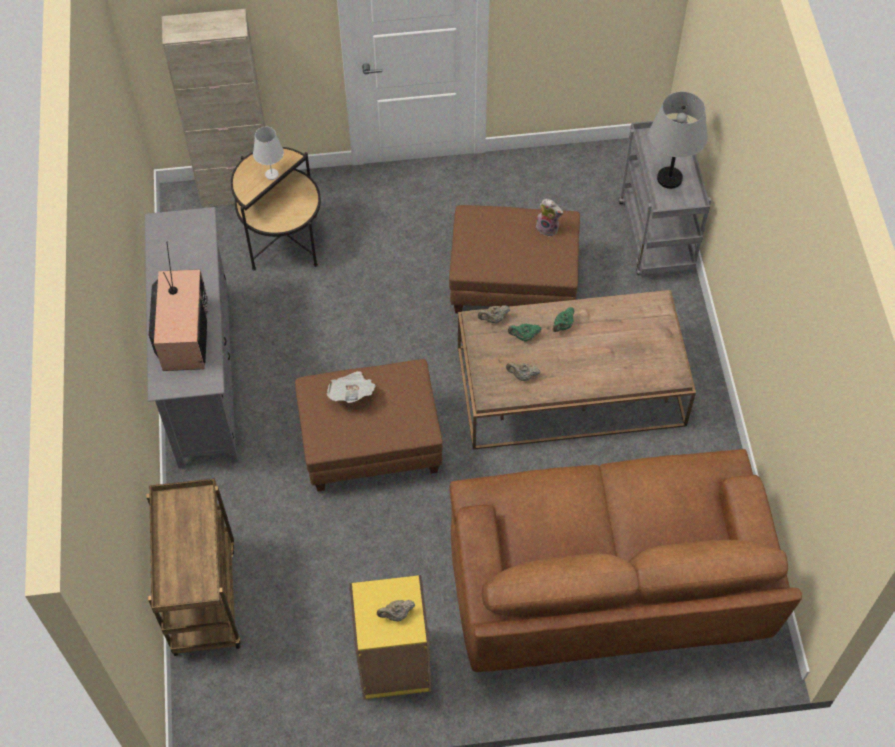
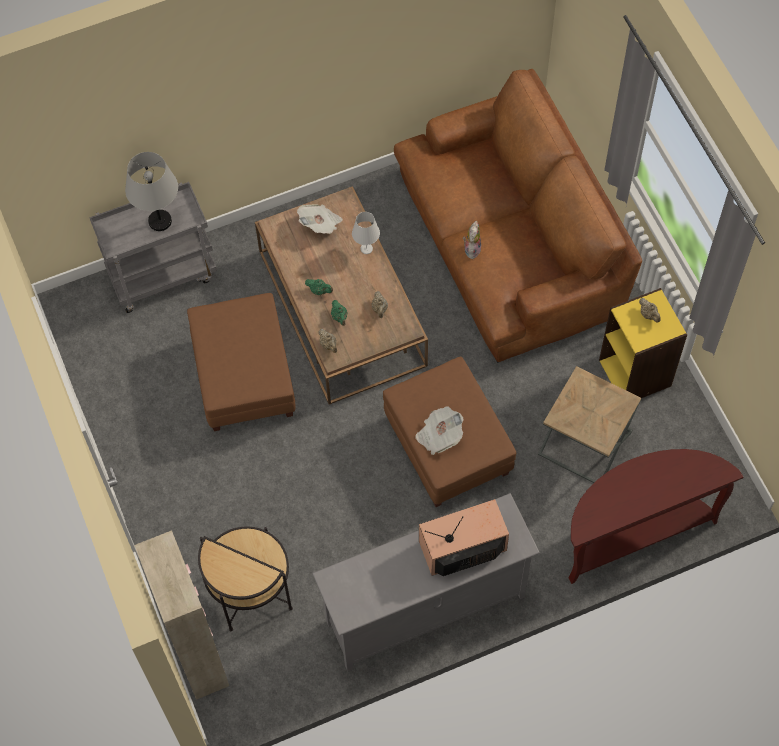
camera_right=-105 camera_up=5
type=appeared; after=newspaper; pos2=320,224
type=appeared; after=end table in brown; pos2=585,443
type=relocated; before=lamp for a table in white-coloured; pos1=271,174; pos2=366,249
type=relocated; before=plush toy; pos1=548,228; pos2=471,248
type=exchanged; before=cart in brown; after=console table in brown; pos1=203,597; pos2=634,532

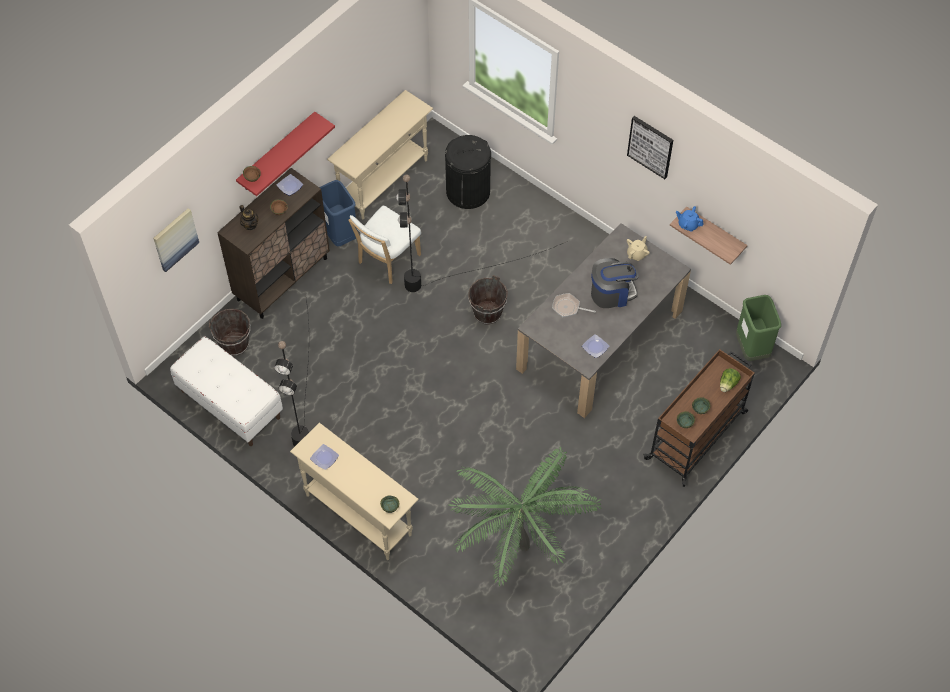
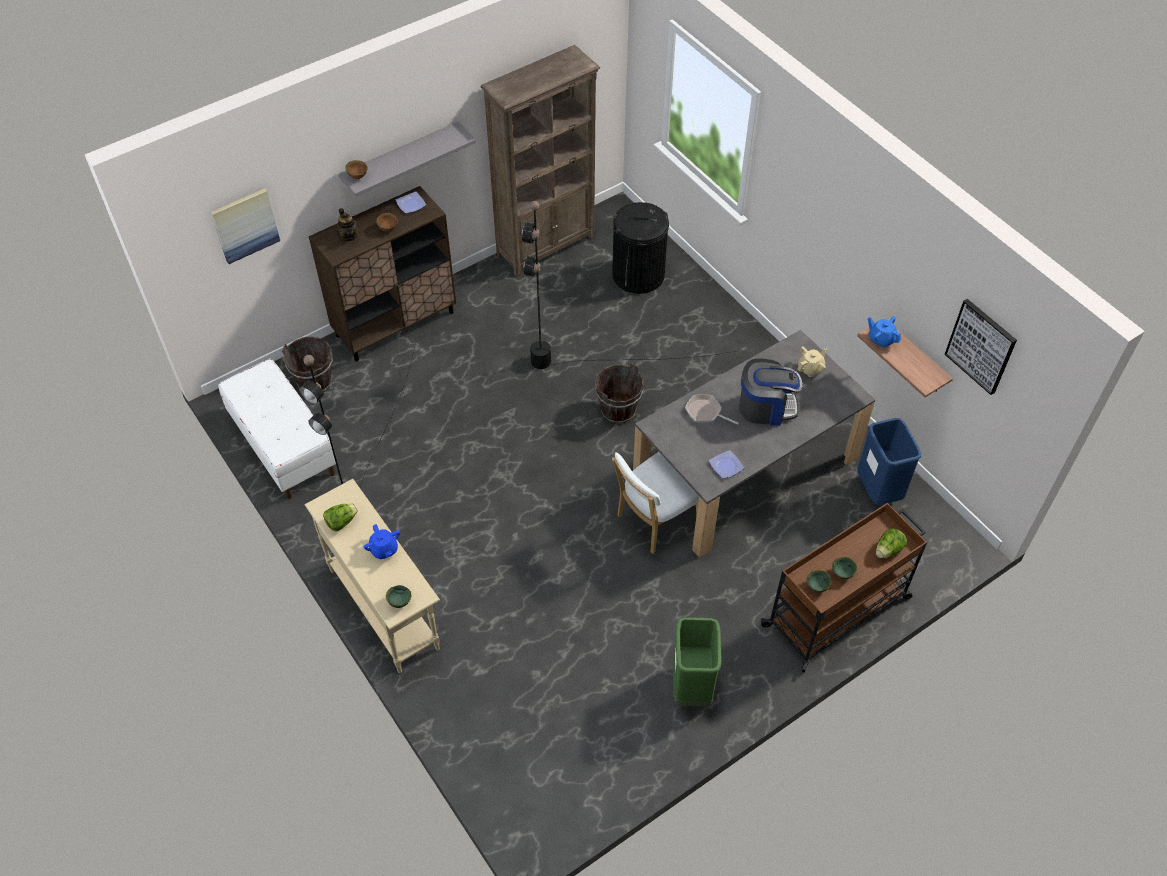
camera_right=15 camera_up=-5
type=missing; before=houseplant; pos1=518,560
type=appeared; after=pot for tea in blue; pos2=384,550
type=relocated; before=rubbish bin in blue; pos1=340,235; pos2=878,490
type=relocated; before=plain chair in white-coloured; pos1=387,260; pos2=655,521
type=relocated; before=wall art; pos1=650,146; pos2=981,346
type=relocated; before=rubbish bin in green-coloured; pos1=751,349; pos2=692,687
type=exchanged; before=flat dish; after=lettuce head; pos1=324,458; pos2=341,522
type=exchanged; before=console table in beige-coloured; after=bookcase in brown; pos1=384,181; pos2=546,246
type=colour; before=bracket shelf in red; after=bracket shelf in gray; pos1=277,152; pos2=400,158

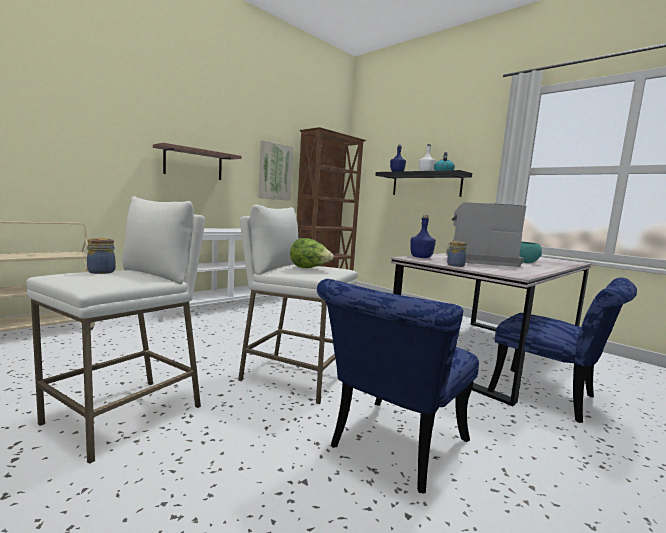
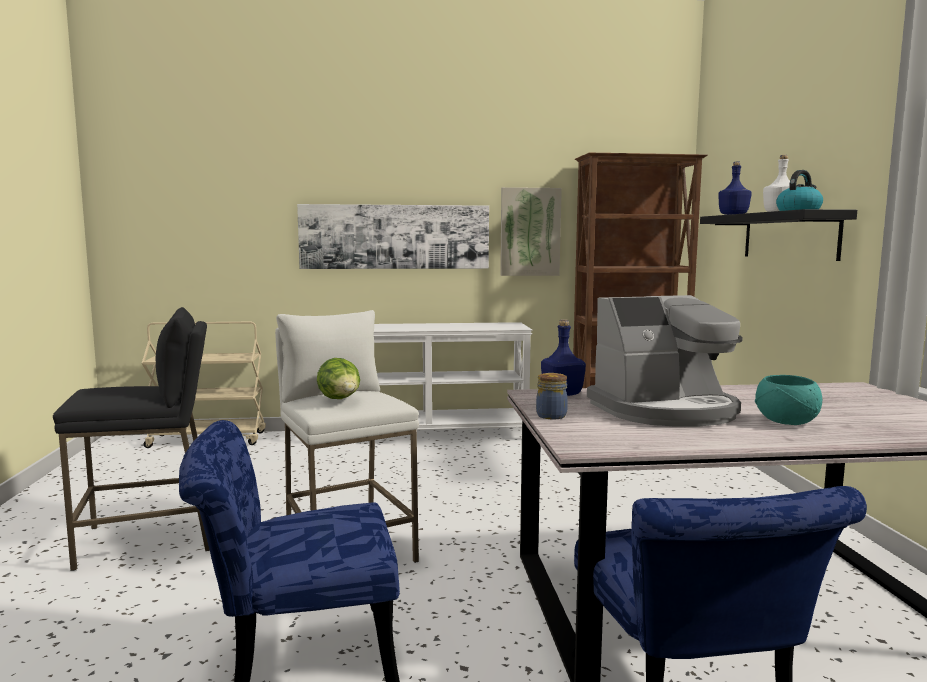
camera_right=40 camera_up=0
type=missing; before=jar; pos1=100,271
type=exchanged; before=bracket shelf; after=wall art; pos1=193,164; pos2=395,237
type=colour; before=stool seat in white-coloured; after=stool seat in black-coloured; pos1=126,415; pos2=149,539
type=spun; before=coffee brewer; pos1=479,261; pos2=665,410; turn=120

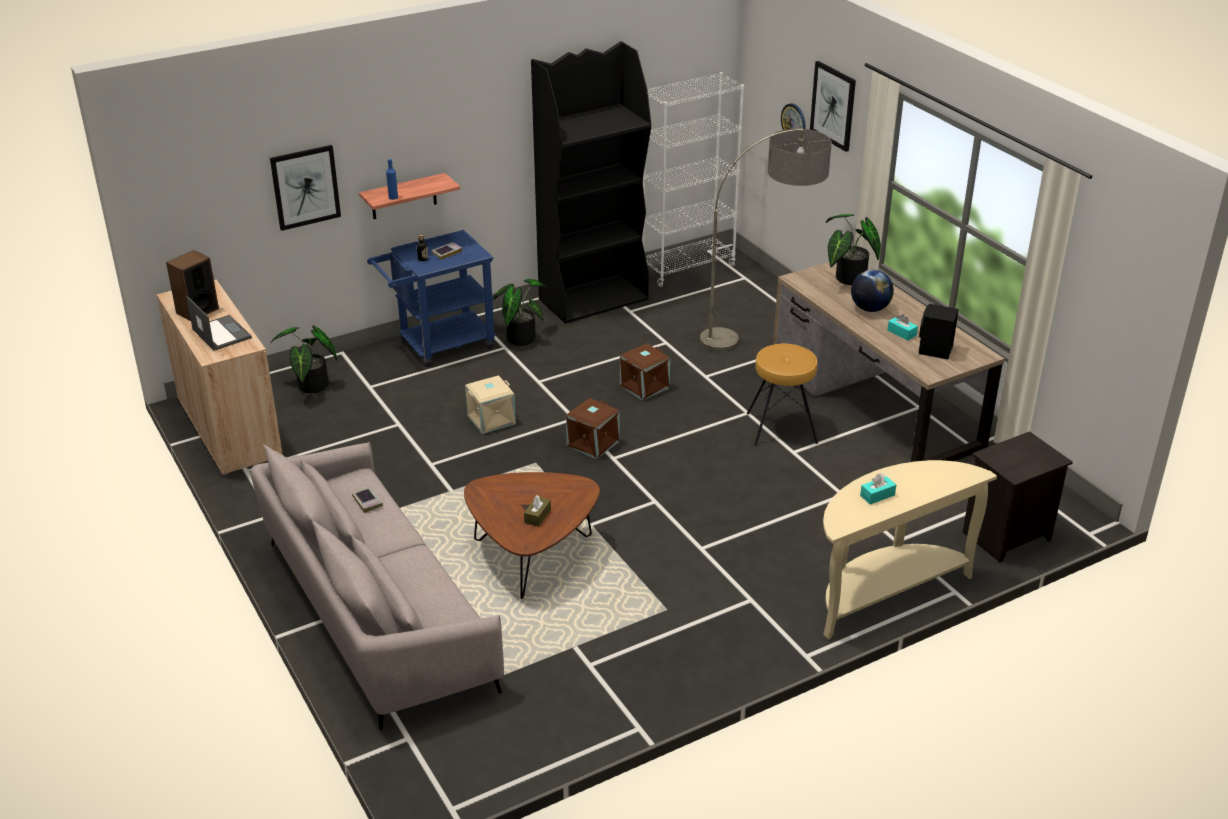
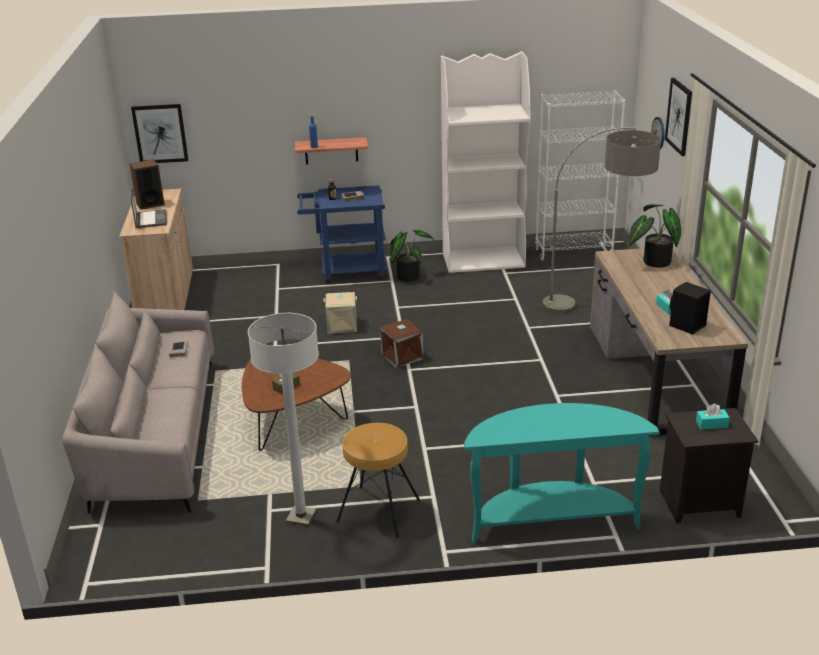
camera_right=25 camera_up=-5
type=missing; before=houseplant; pos1=310,387
type=missing; before=storage bin in brown; pos1=644,387
type=missing; before=desk globe; pos1=870,309
type=appeared; after=standing lamp in white-coloured; pos2=301,517
type=relocated; before=wall art; pos1=305,187; pos2=160,133
type=relocated; before=stool seat in brown; pos1=781,427; pos2=378,510
type=relocated; before=tissue holder in turquoise; pos1=877,495; pos2=711,424
type=colour; before=bookcase in black-coloured; after=bookcase in white-coloured; pos1=594,299; pos2=484,260
type=colour; before=console table in beige-coloured; after=console table in turquoise; pos1=885,592; pos2=551,520

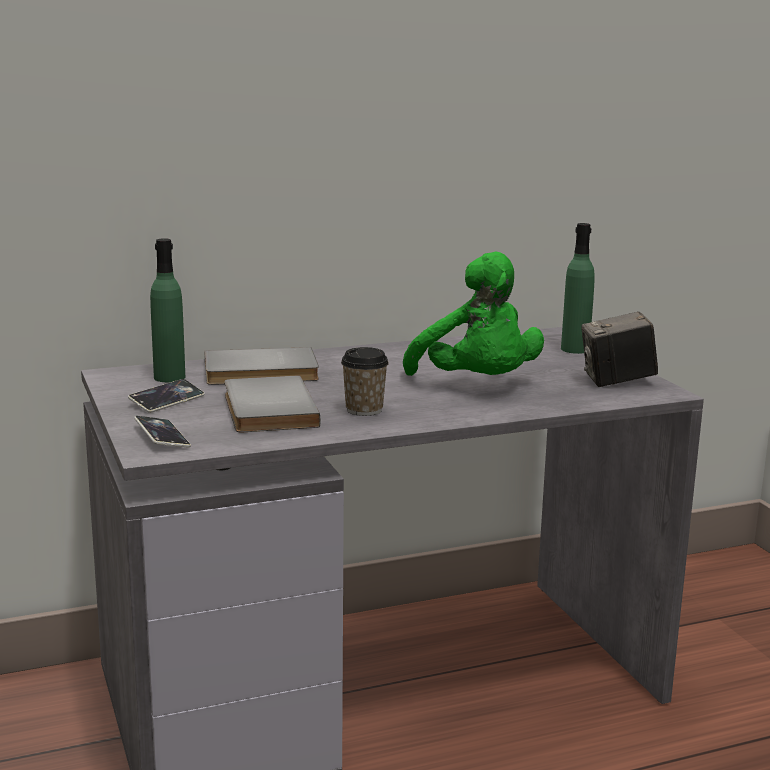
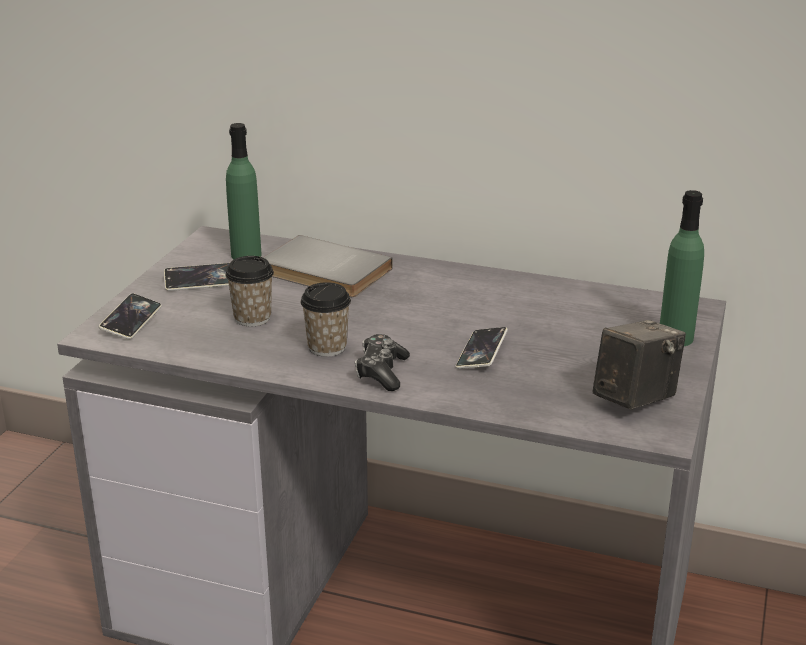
camera_right=40 camera_up=10
type=appeared; after=joypad; pos2=381,372
type=exchanged; before=book in gray; after=drinking cup; pos1=265,409; pos2=252,318
type=exchanged; before=plush toy in green-coloured; after=phone; pos1=477,385; pos2=481,353
type=spun; before=still camera; pos1=617,381; pos2=635,399; turn=105

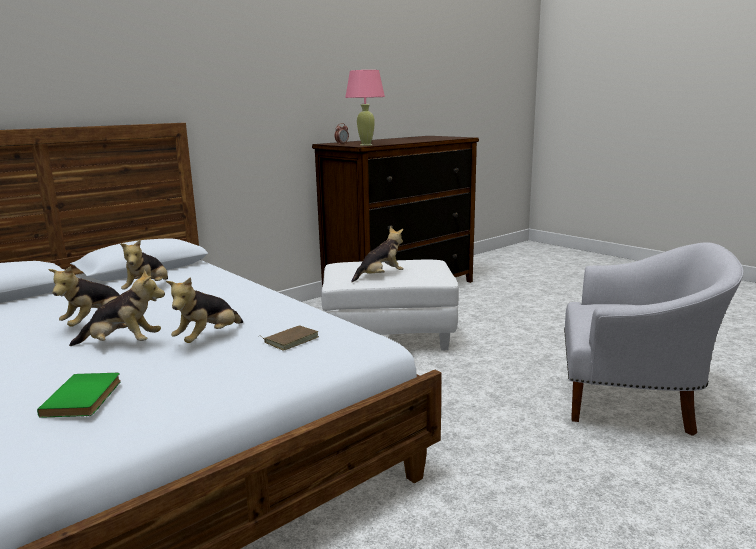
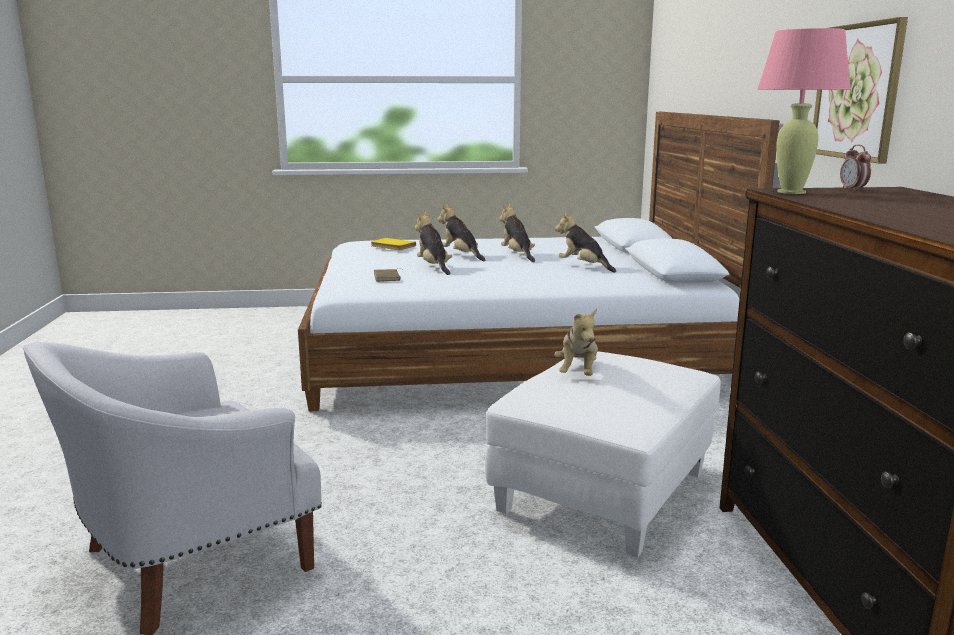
camera_right=125 camera_up=0
type=appeared; after=wall art; pos2=857,92
type=colour; before=book in green-coloured; after=book in yellow-coloured; pos1=85,397; pos2=392,246
type=spun; before=plush toy; pos1=122,344; pos2=461,255; turn=105

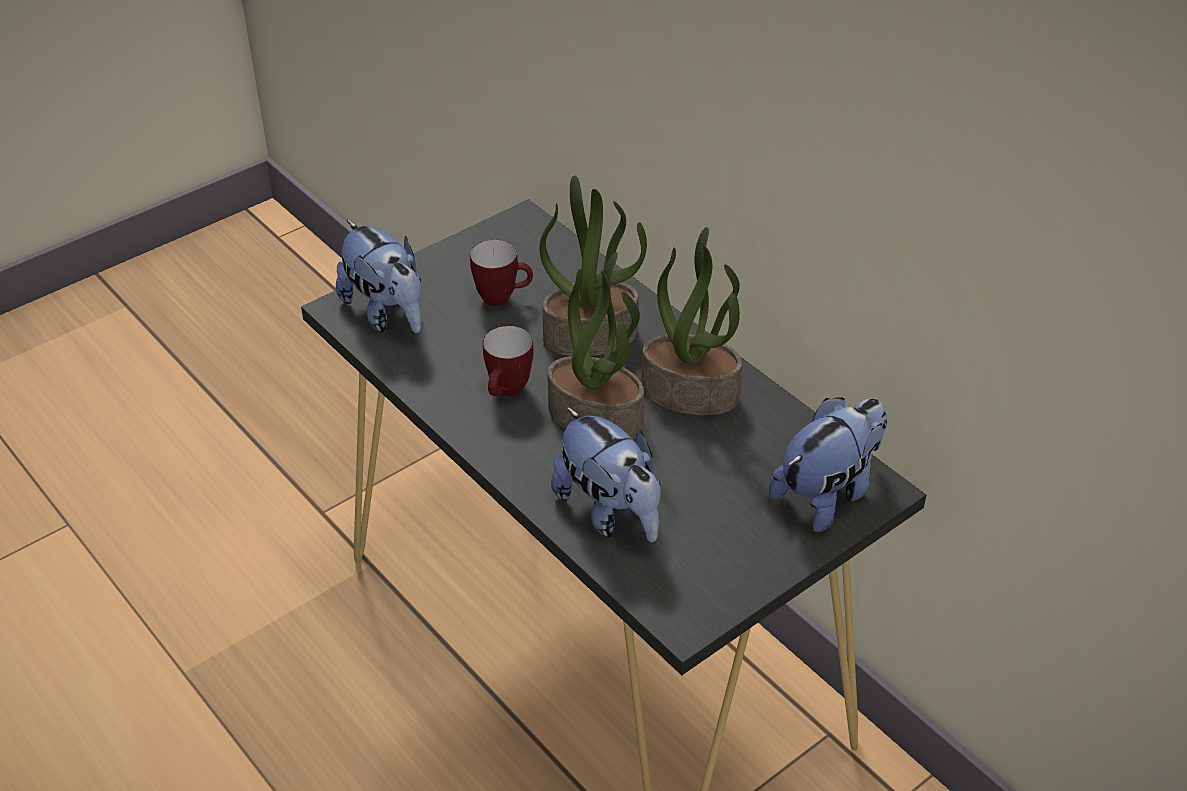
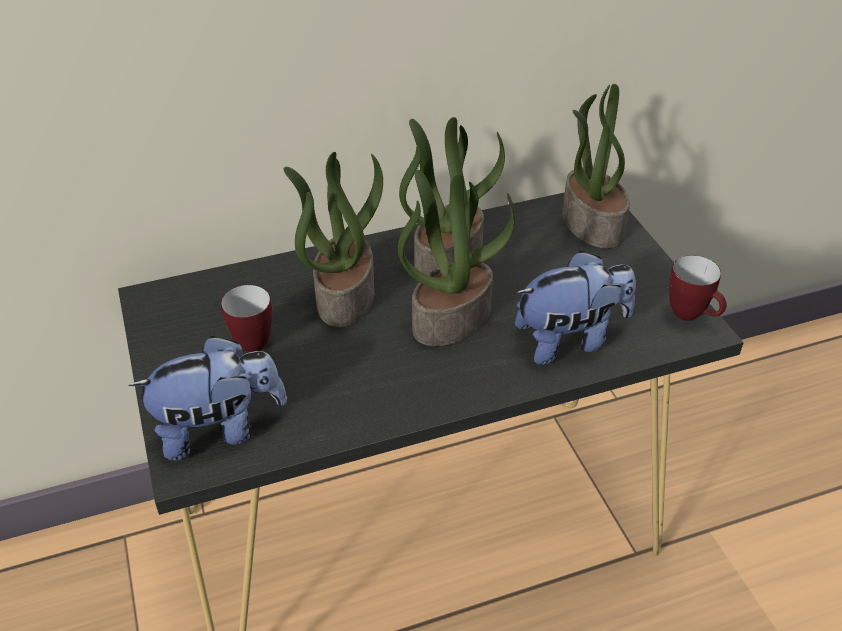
camera_right=-70 camera_up=0
type=relocated; before=mug; pos1=507,393; pos2=692,316
type=exchanged; before=plush toy; after=houseplant; pos1=828,493; pos2=590,224

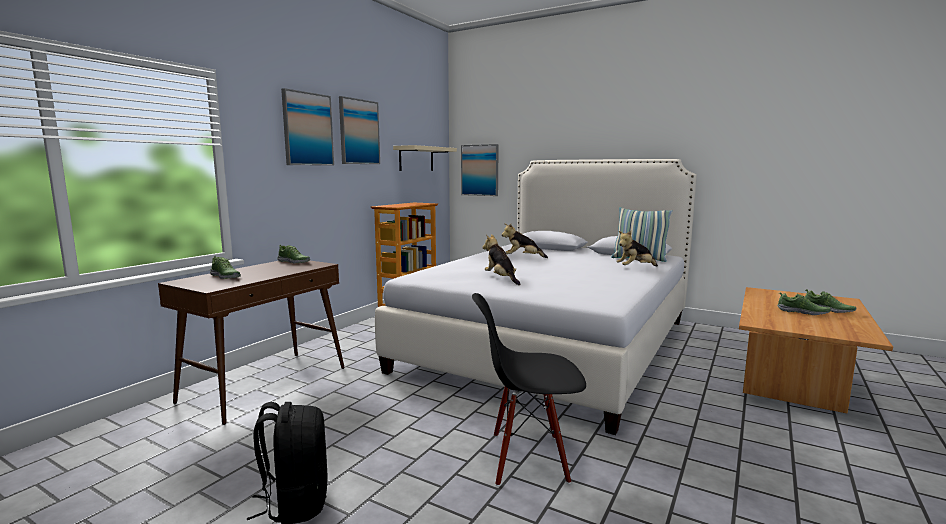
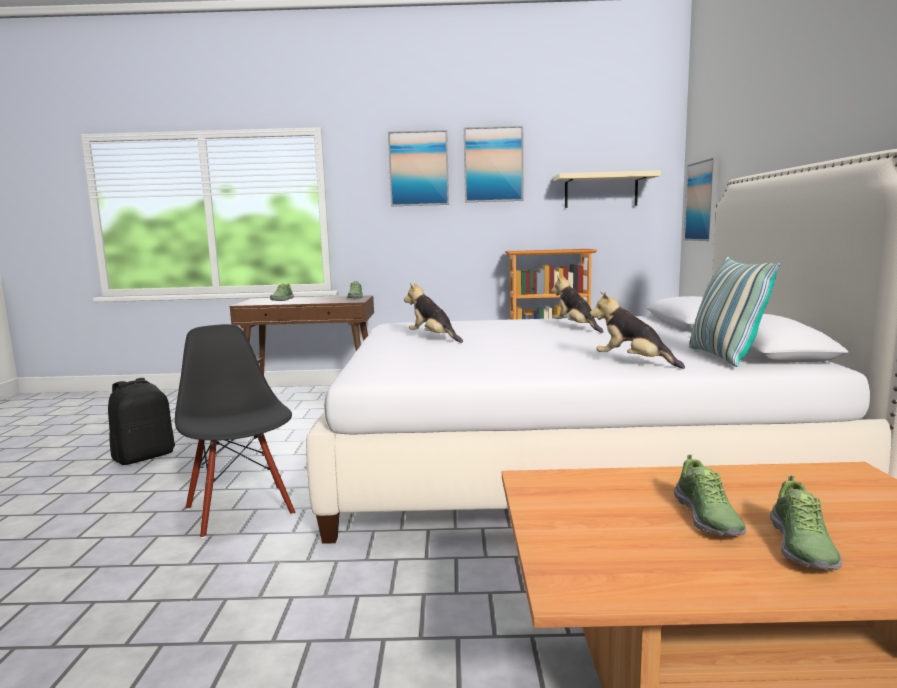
camera_right=60 camera_up=0
type=spun; before=plush toy; pos1=501,279; pos2=433,338; turn=-75

